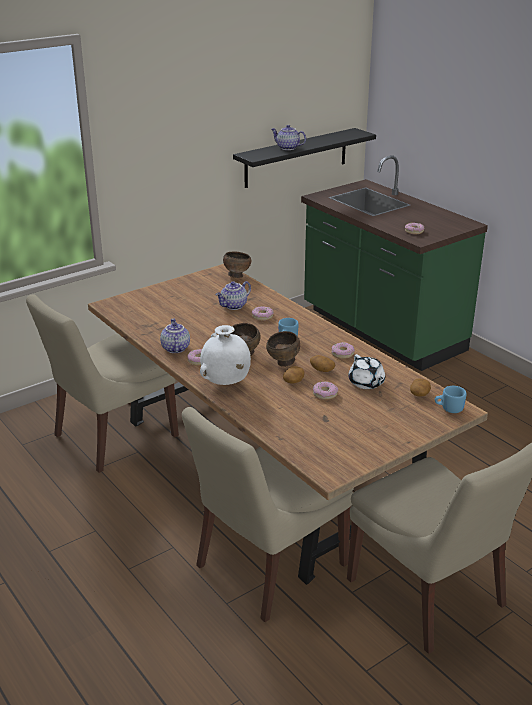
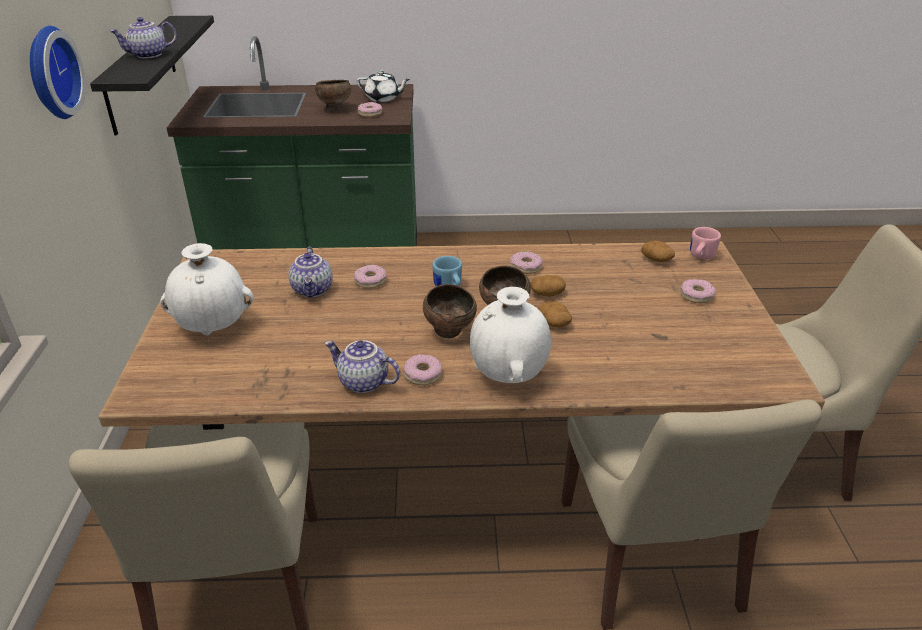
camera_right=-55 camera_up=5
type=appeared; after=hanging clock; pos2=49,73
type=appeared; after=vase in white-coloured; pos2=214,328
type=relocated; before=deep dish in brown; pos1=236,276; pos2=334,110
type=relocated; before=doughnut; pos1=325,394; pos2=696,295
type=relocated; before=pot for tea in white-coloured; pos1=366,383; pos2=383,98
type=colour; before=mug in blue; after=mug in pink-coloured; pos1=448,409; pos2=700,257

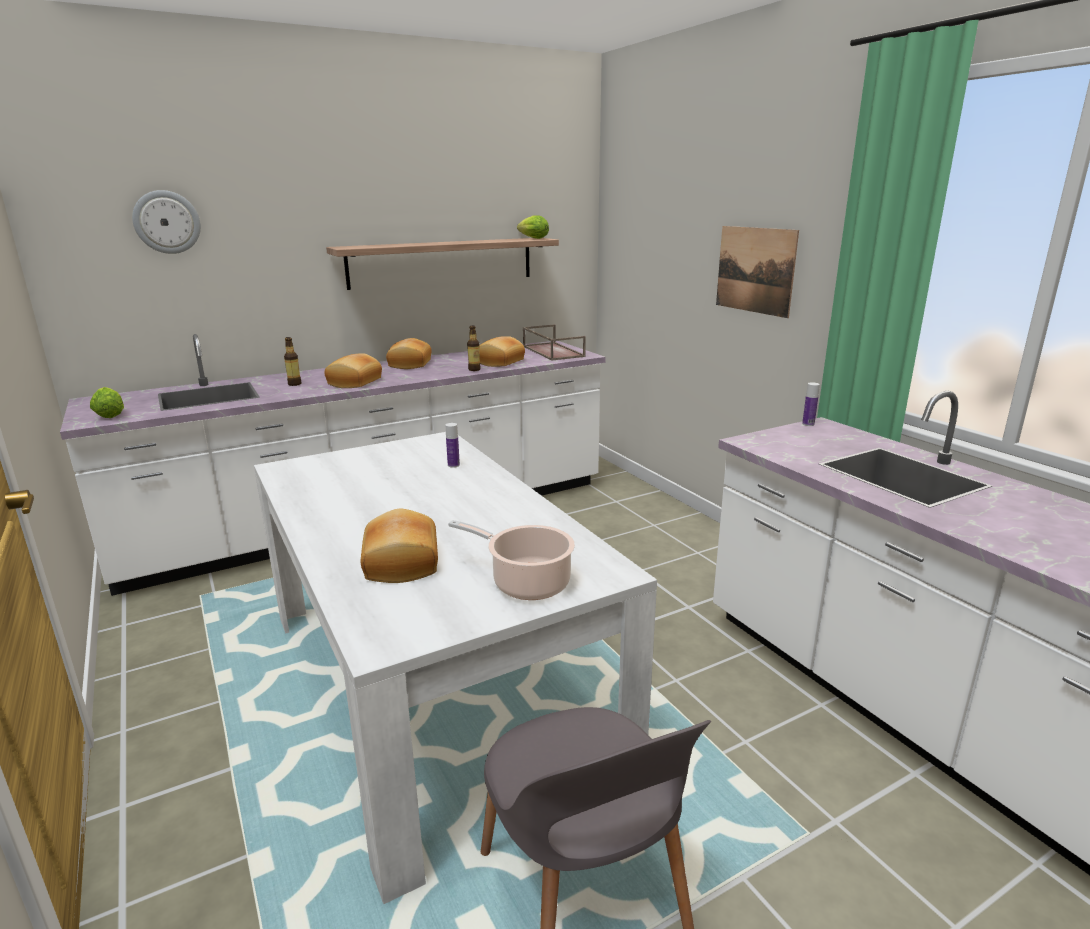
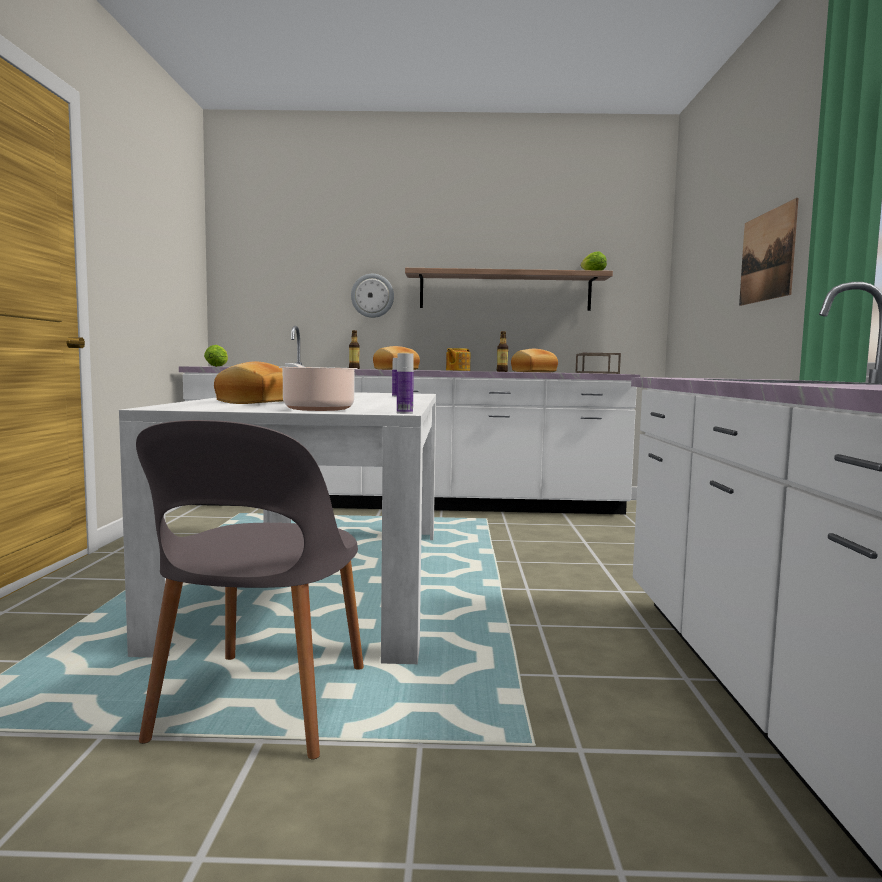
camera_right=30 camera_up=-15
type=relocated; before=hanging clock; pos1=167,222; pos2=372,295
type=relocated; before=beverage bottle; pos1=808,424; pos2=404,413
type=exchanged; before=baked bread; after=pot for tea; pos1=409,364; pos2=457,370

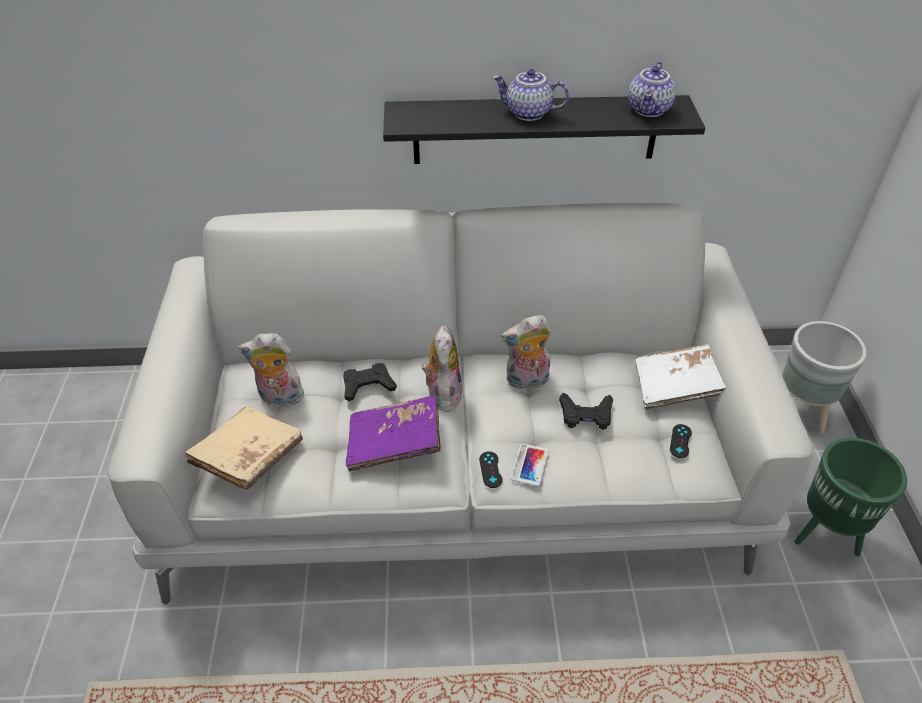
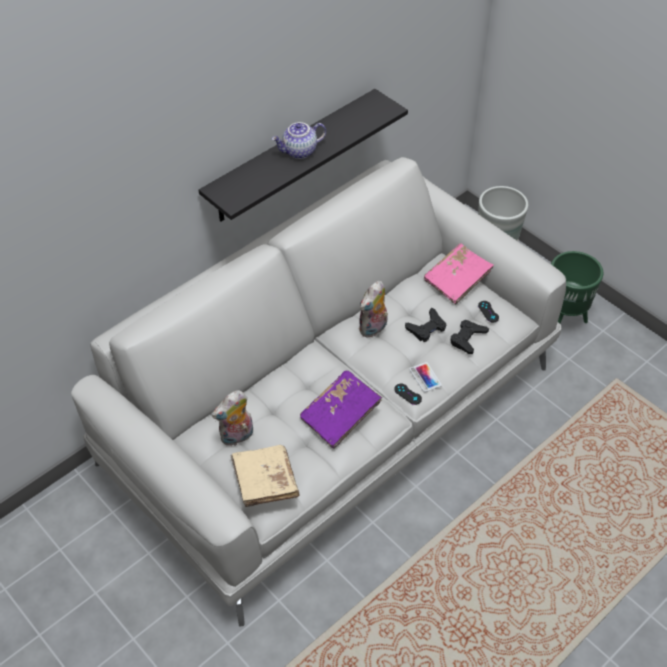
camera_right=-40 camera_up=5
type=missing; before=plush toy; pos1=442,394
type=missing; before=pot for tea; pos1=650,110
type=relocated; before=joypad in black-coloured; pos1=368,385; pos2=467,339
type=colour; before=book in white-coloured; after=book in pink-coloured; pos1=680,386; pos2=460,279

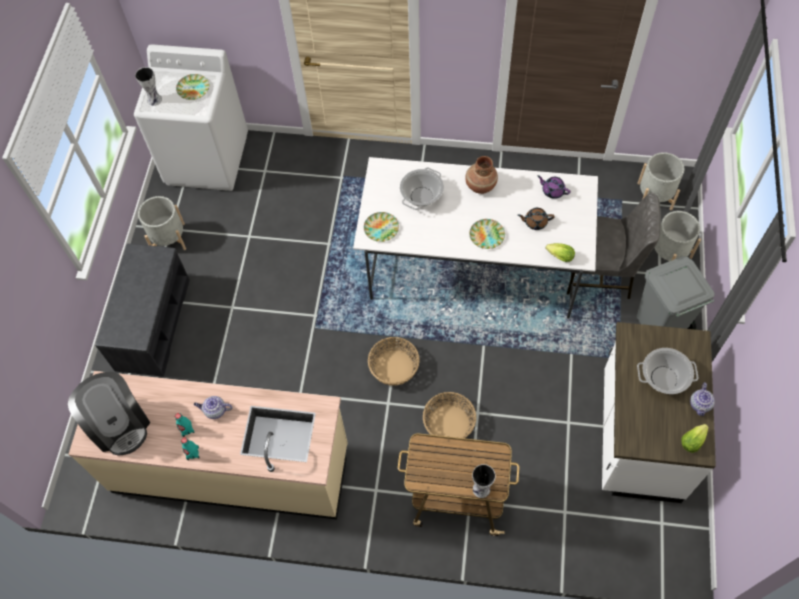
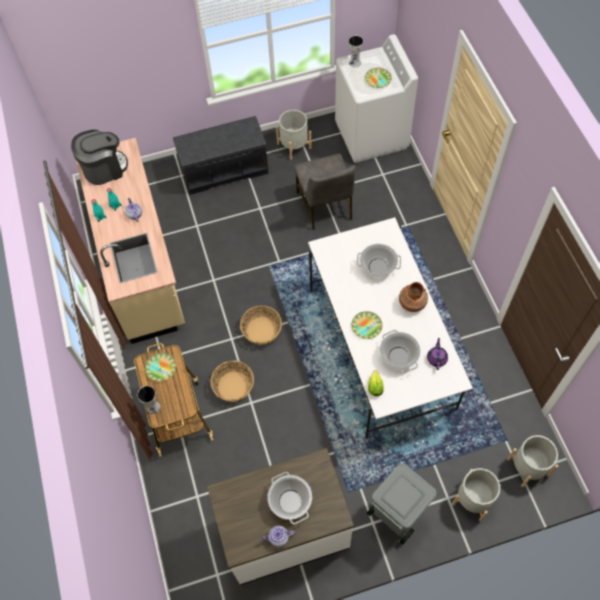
camera_right=65 camera_up=0
type=missing; before=lettuce head; pos1=693,440
type=relocated; before=flat dish; pos1=381,229; pos2=160,368
type=relocated; before=plain chair in gray; pos1=600,273; pos2=325,206
type=exchanged; before=pot for tea in brown; after=cooking pot; pos1=535,222; pos2=398,356
type=spun; before=coffee brewer; pos1=119,424; pos2=104,168; turn=-150

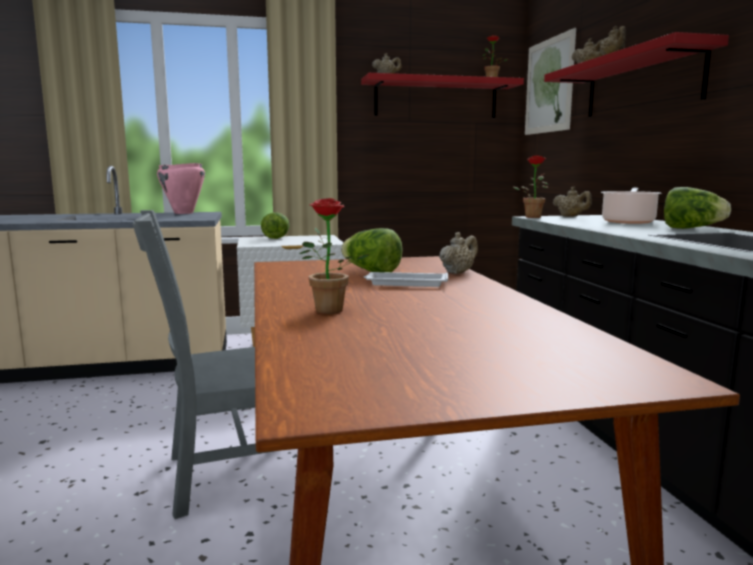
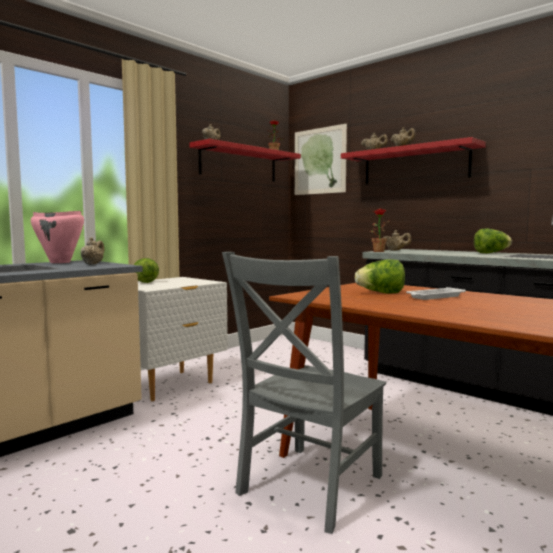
camera_right=-35 camera_up=-5
type=missing; before=houseplant; pos1=328,312
type=missing; before=cooking pot; pos1=628,221
type=relocated; before=pot for tea in beige-coloured; pos1=458,272; pos2=93,264

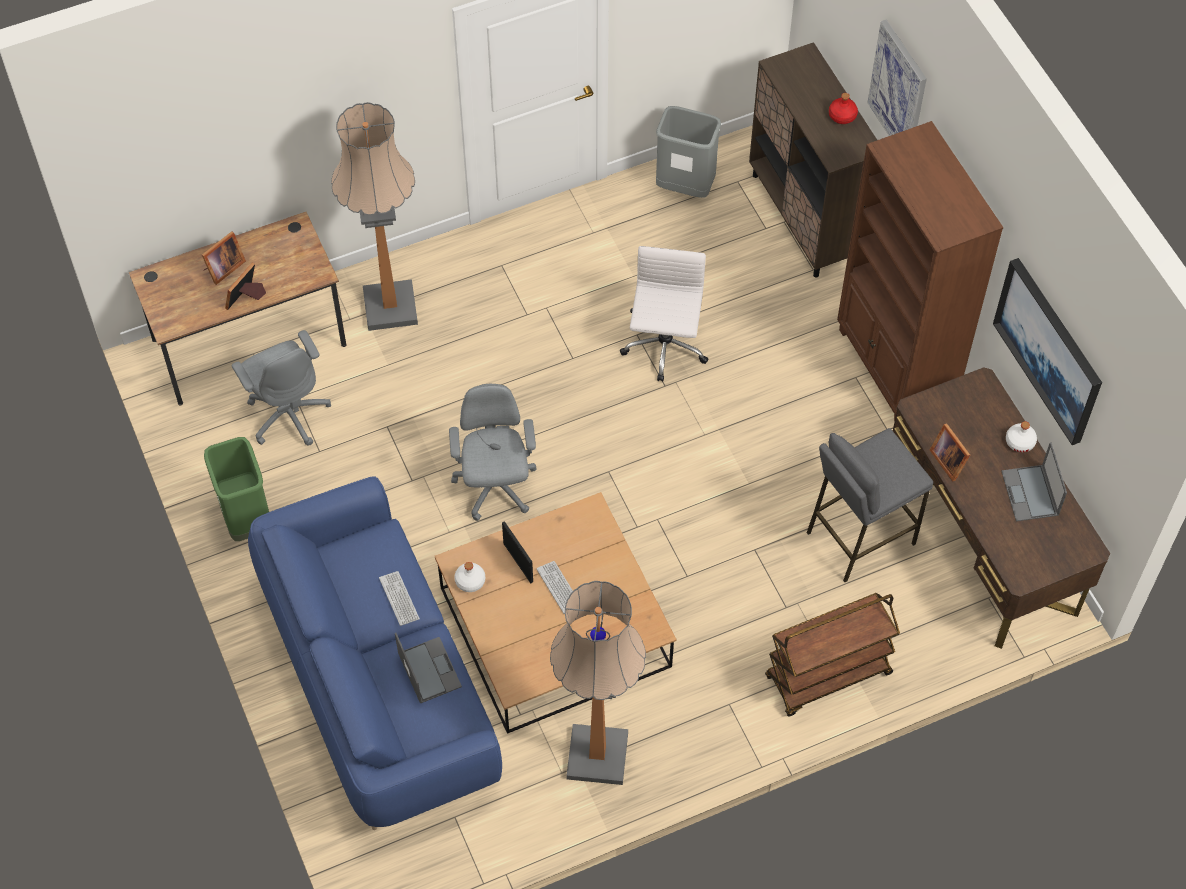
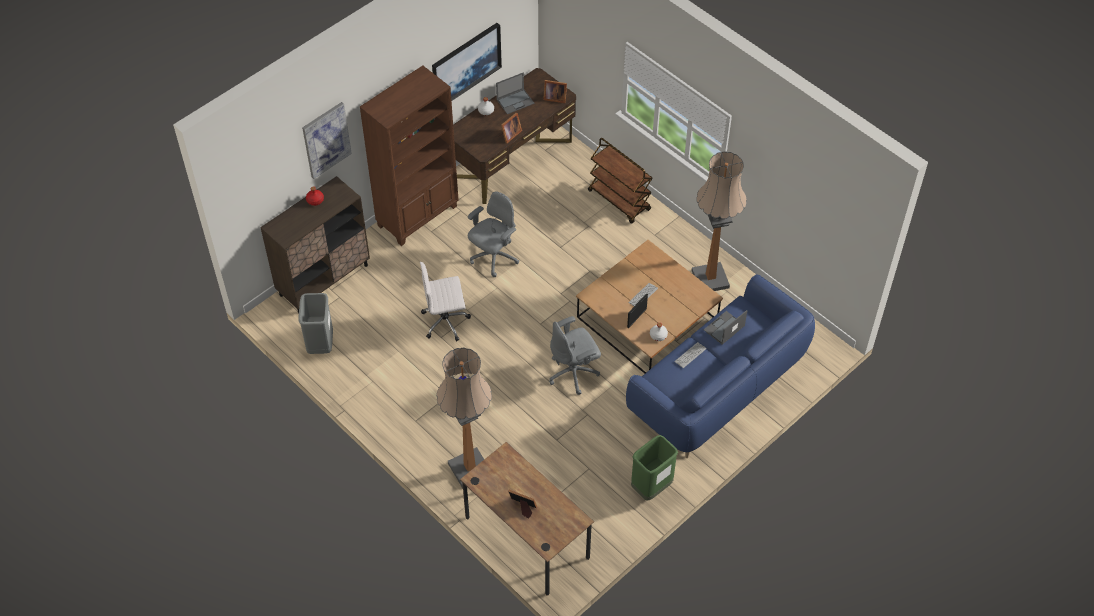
camera_right=-110 camera_up=-5
type=missing; before=stool seat in gray; pos1=859,537
type=relocated; before=photo frame; pos1=246,298; pos2=554,97
type=relocated; before=computer chair in gray; pos1=288,413; pos2=494,257

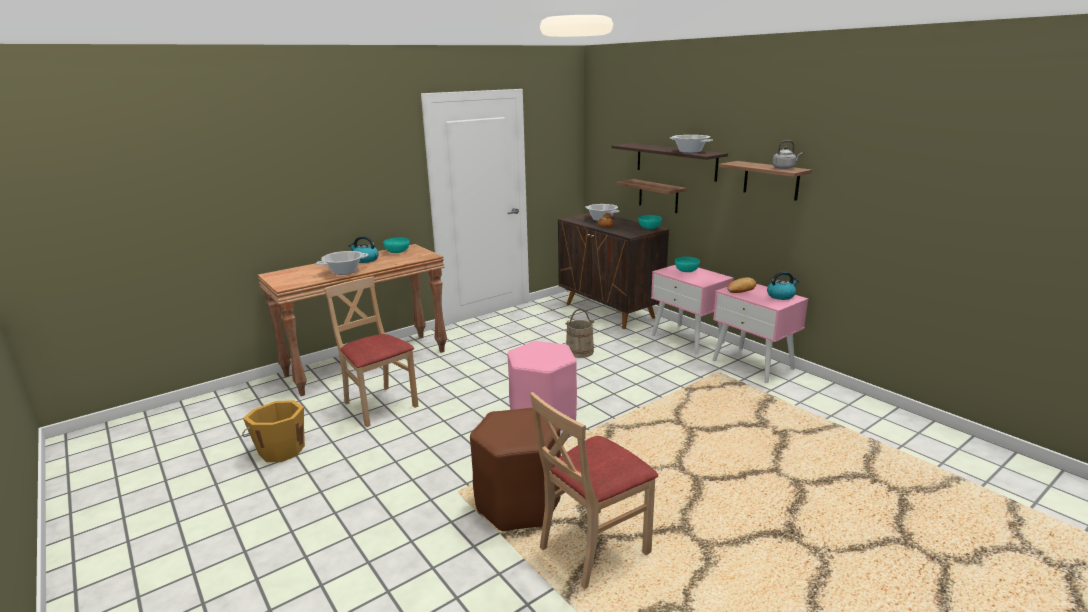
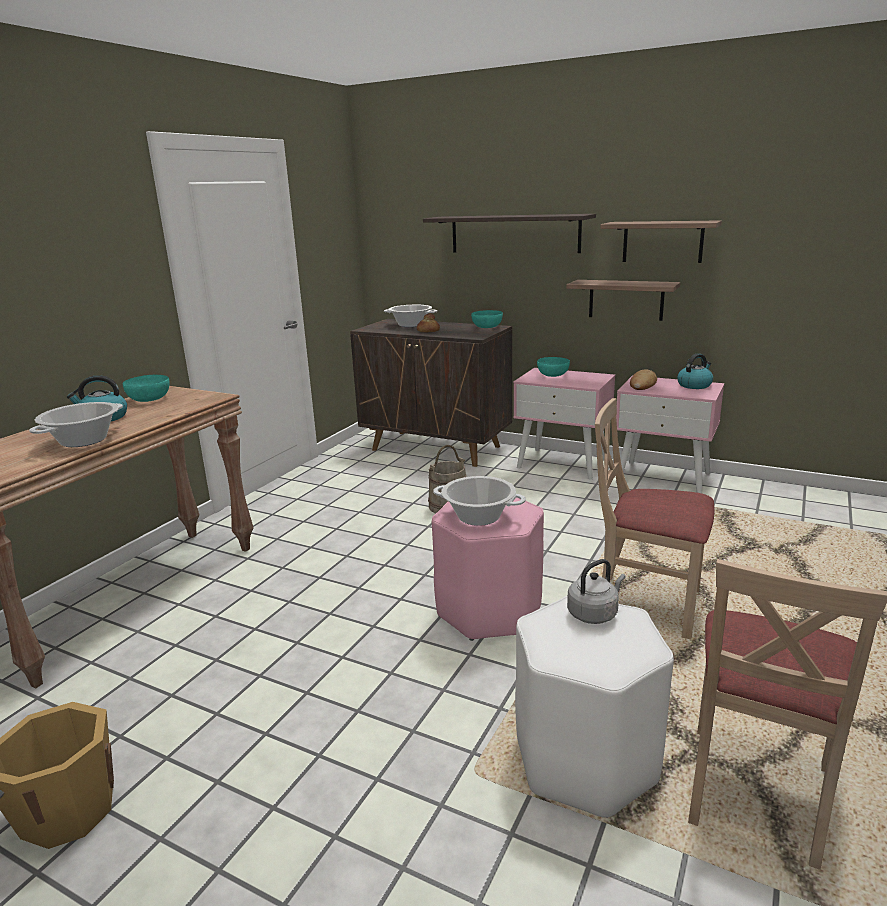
camera_right=-25 camera_up=0
type=relocated; before=plain chair in beige-coloured; pos1=379,405; pos2=646,605
type=relocated; before=bracket shelf; pos1=658,196; pos2=626,299
type=relocated; before=cooking pot; pos1=690,151; pos2=479,516
type=relocated; before=water kettle in gray; pos1=784,168; pos2=594,613
type=colour; before=stool seat in brown; after=stool seat in white-coloured; pos1=518,504; pos2=585,759

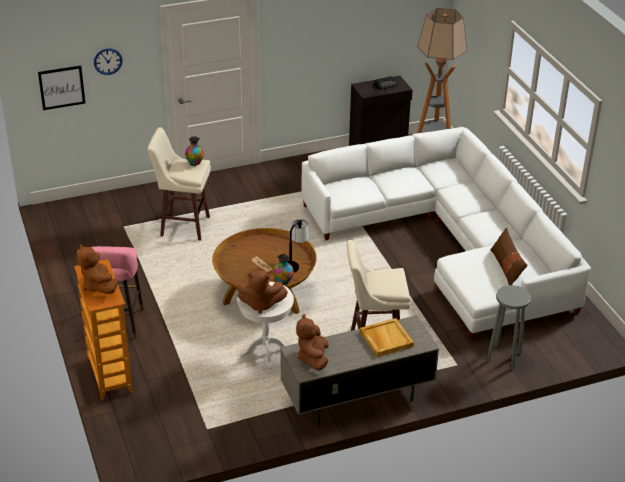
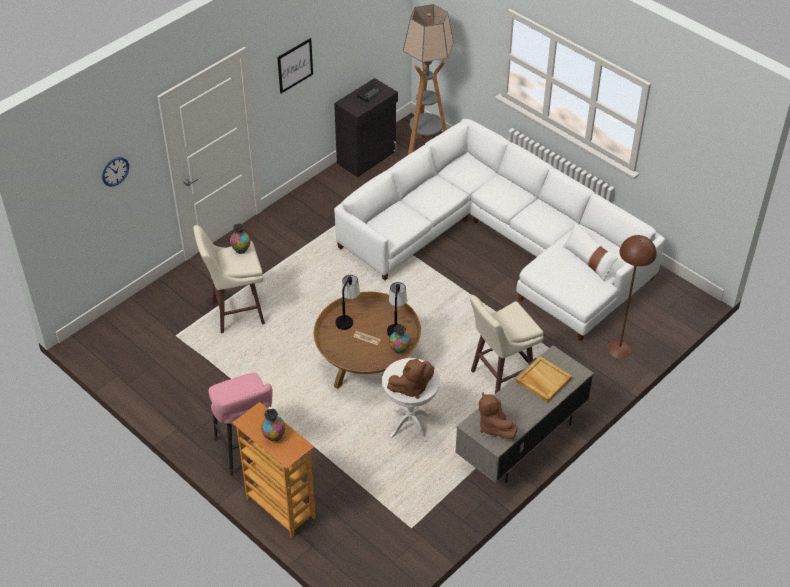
camera_right=-25 camera_up=10
type=appeared; after=lamp for a table; pos2=347,317
type=relocated; before=wall art; pos1=61,87; pos2=295,65
type=exchanged; before=plush toy in brown; after=vase; pos1=98,286; pos2=274,436
type=exchanged; before=stool seat in gray; after=standing lamp in brown; pos1=504,357; pos2=619,348
type=colour; before=cushion in brown; after=cushion in white-coloured; pos1=506,267; pos2=588,260

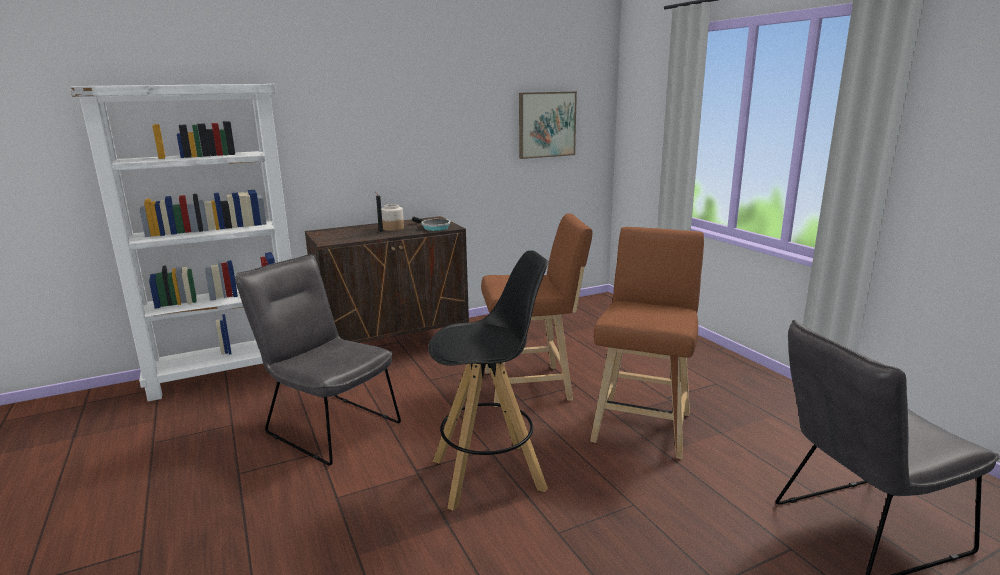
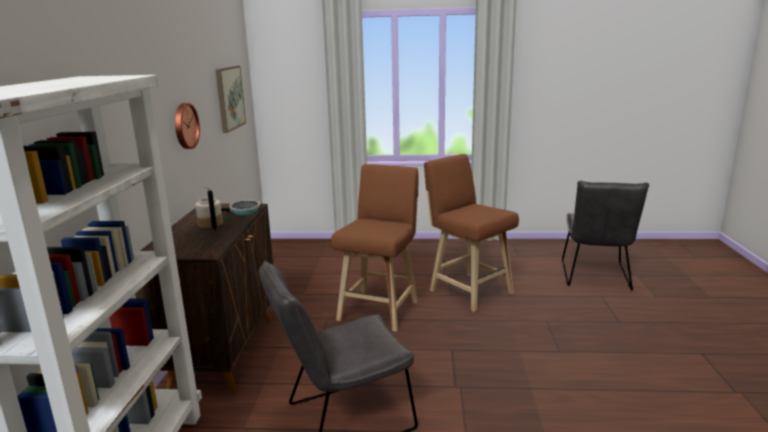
camera_right=-60 camera_up=0
type=missing; before=stool seat in black-coloured; pos1=490,474
type=appeared; after=hanging clock; pos2=185,126

